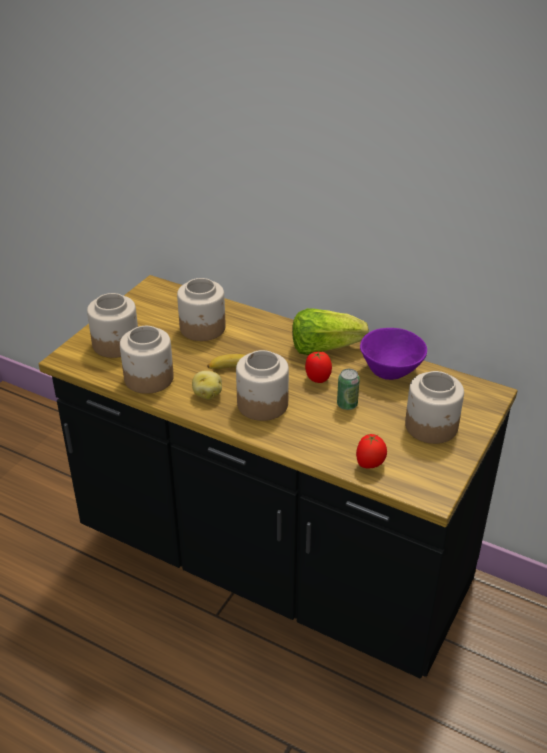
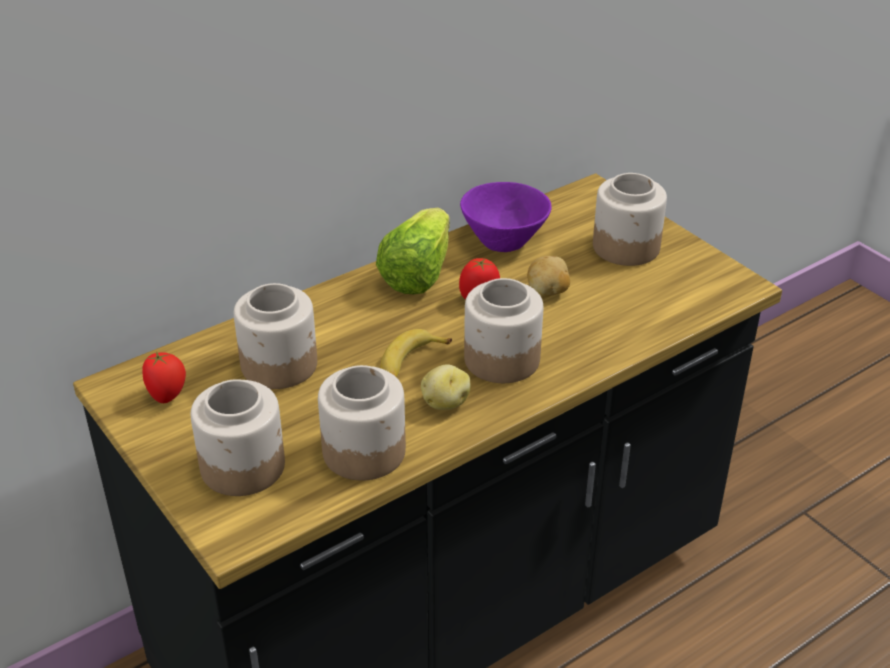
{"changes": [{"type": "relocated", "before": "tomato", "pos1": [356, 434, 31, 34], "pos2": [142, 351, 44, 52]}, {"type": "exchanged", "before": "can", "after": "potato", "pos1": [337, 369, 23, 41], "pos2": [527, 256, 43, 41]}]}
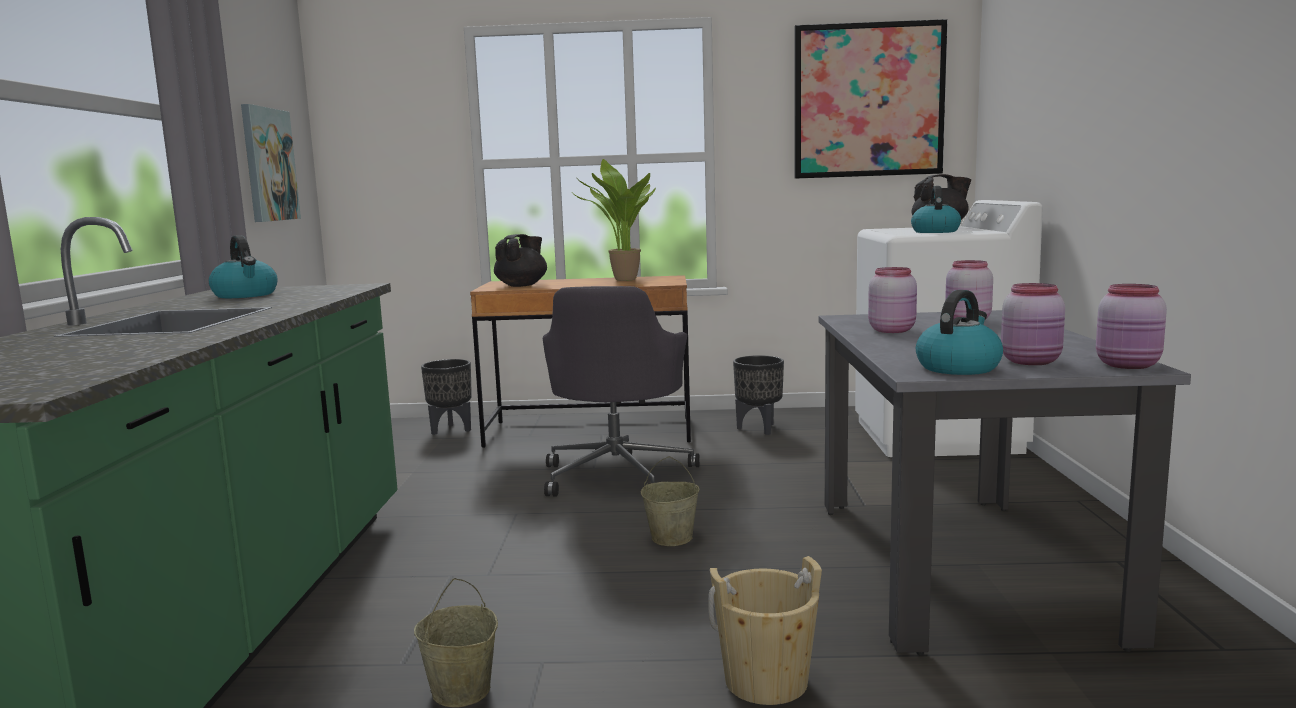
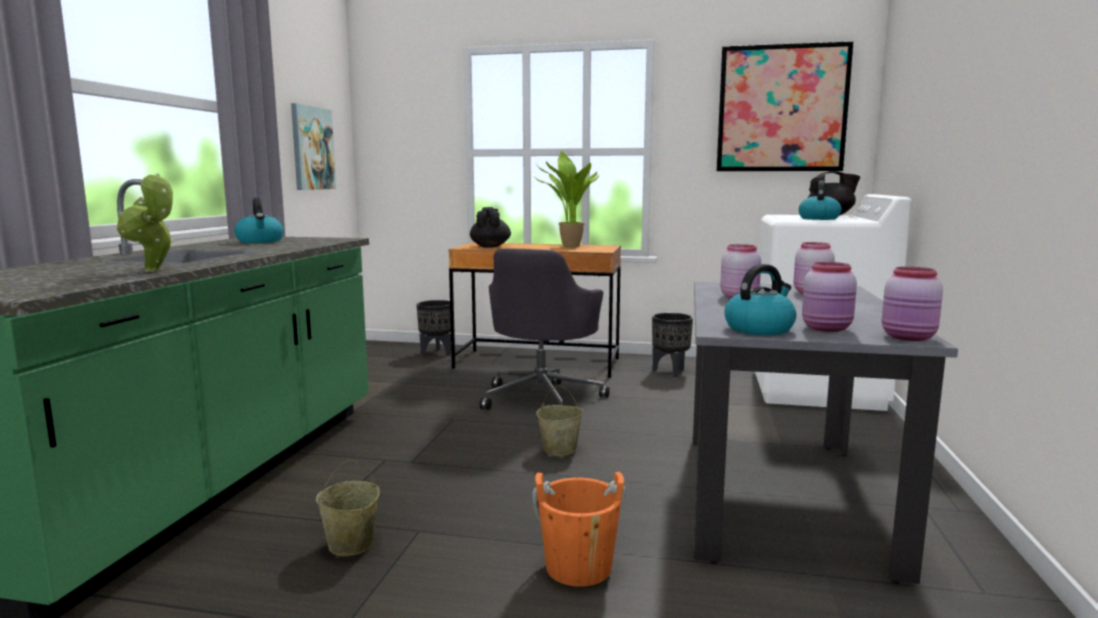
{"changes": [{"type": "appeared", "after": "potted plant", "pos2": [117, 173, 57, 99]}, {"type": "spun", "before": "teapot (black)", "pos1": [494, 234, 53, 53], "pos2": [470, 207, 41, 41], "turn": -45}, {"type": "colour", "before": "bucket (beige)", "after": "bucket (orange)", "pos1": [708, 556, 114, 149], "pos2": [533, 472, 93, 115]}]}
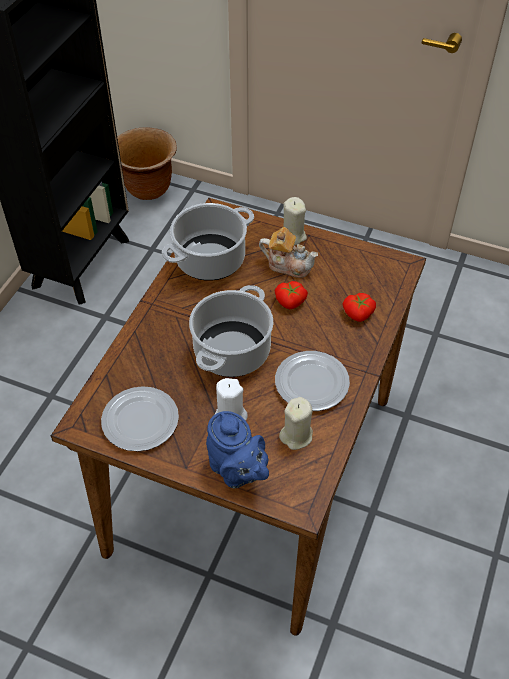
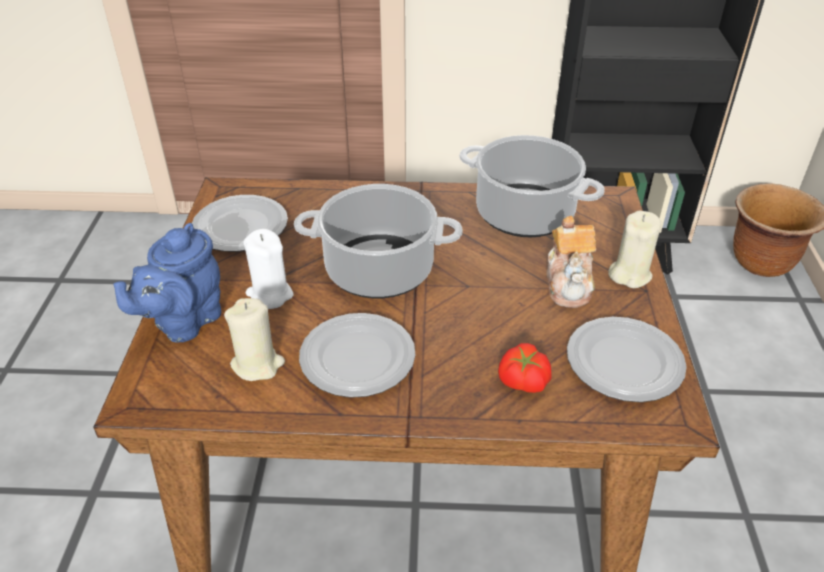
{"changes": [{"type": "appeared", "after": "plate", "pos2": [567, 317, 120, 85]}, {"type": "missing", "before": "tomato", "pos1": [275, 281, 33, 28]}]}
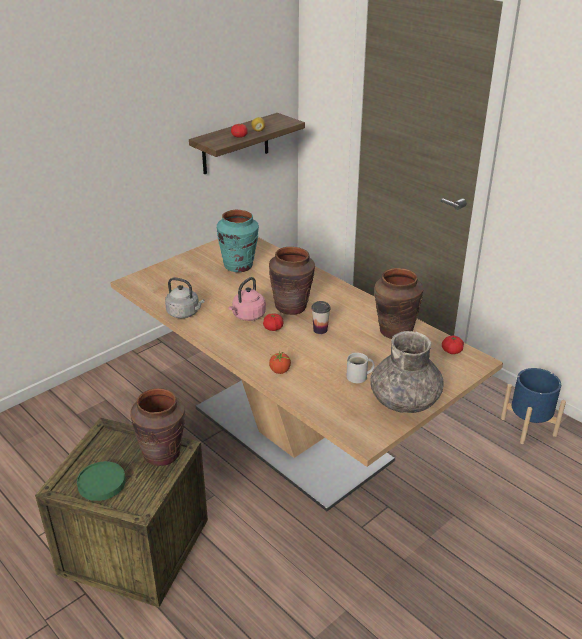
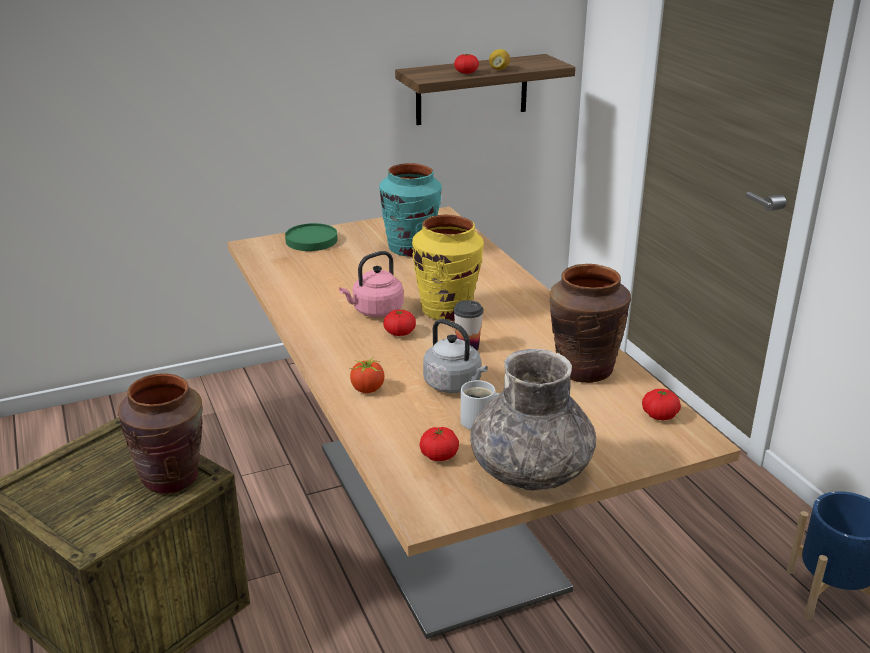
{"changes": [{"type": "relocated", "before": "plate (green)", "pos1": [77, 461, 49, 40], "pos2": [285, 223, 53, 28]}, {"type": "colour", "before": "vase (brown)", "after": "vase (yellow)", "pos1": [269, 247, 46, 68], "pos2": [412, 215, 72, 106]}, {"type": "appeared", "after": "tomato", "pos2": [420, 427, 39, 34]}, {"type": "relocated", "before": "kettle (grey)", "pos1": [165, 277, 39, 41], "pos2": [423, 319, 65, 74]}]}
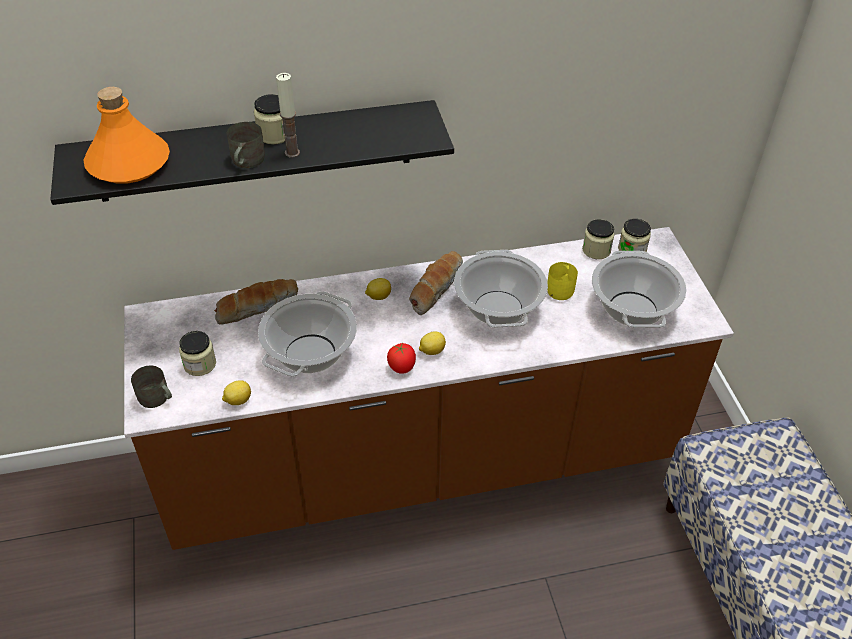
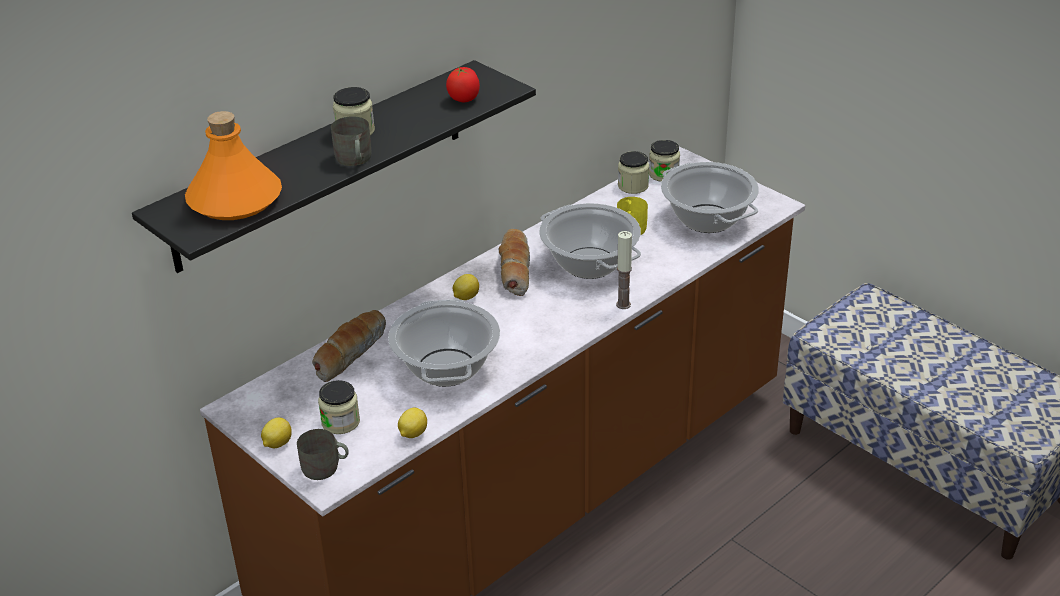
{"changes": [{"type": "relocated", "before": "lemon", "pos1": [419, 331, 27, 24], "pos2": [261, 417, 31, 31]}, {"type": "relocated", "before": "tomato", "pos1": [387, 343, 29, 31], "pos2": [446, 67, 34, 35]}, {"type": "relocated", "before": "candle", "pos1": [276, 73, 24, 85], "pos2": [616, 231, 16, 78]}]}
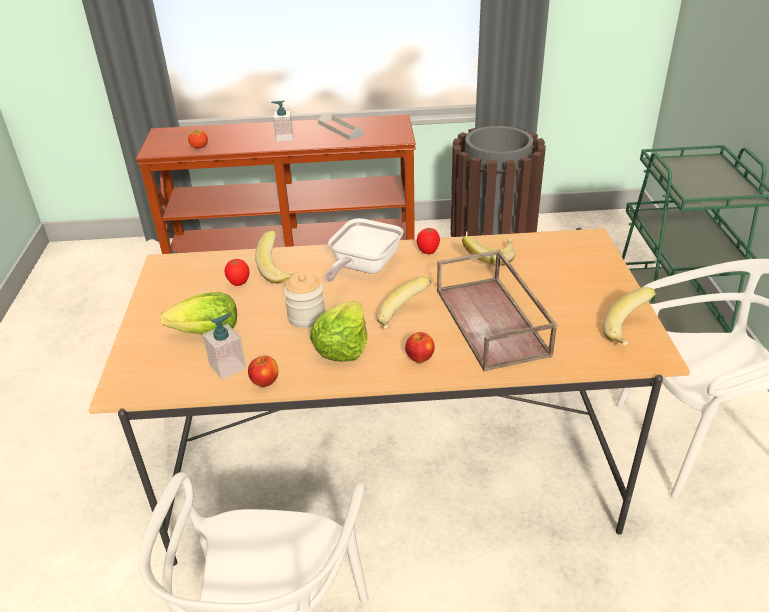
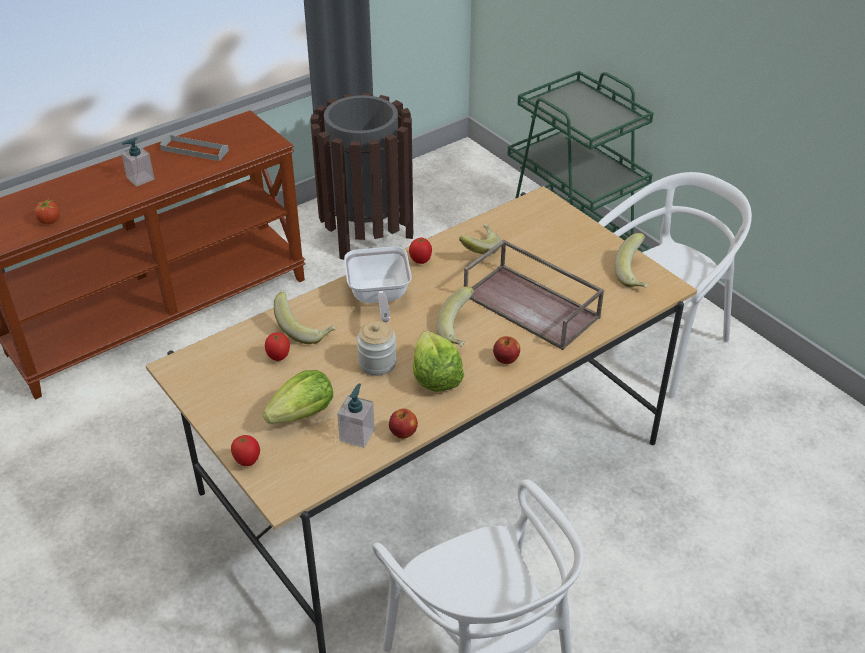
{"changes": [{"type": "appeared", "after": "tomato", "pos2": [231, 435, 29, 31]}]}
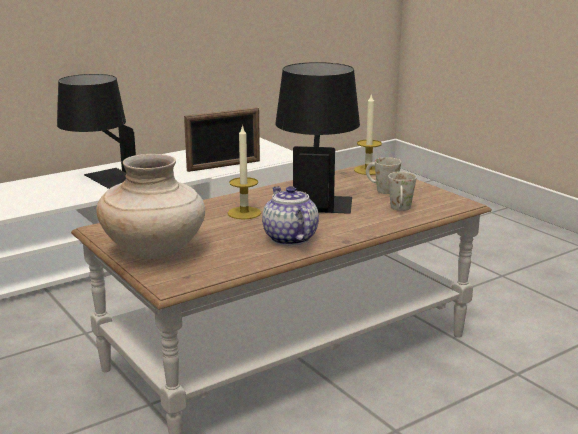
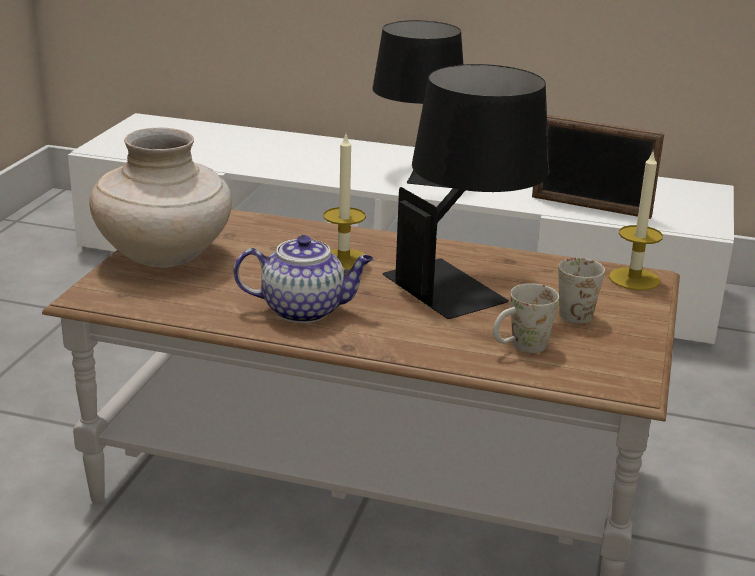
{"changes": [{"type": "spun", "before": "teapot", "pos1": [262, 186, 57, 59], "pos2": [233, 235, 141, 88], "turn": 60}]}
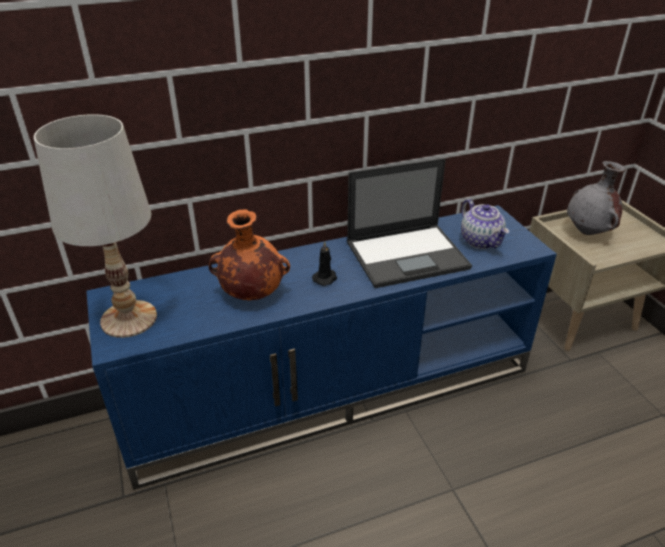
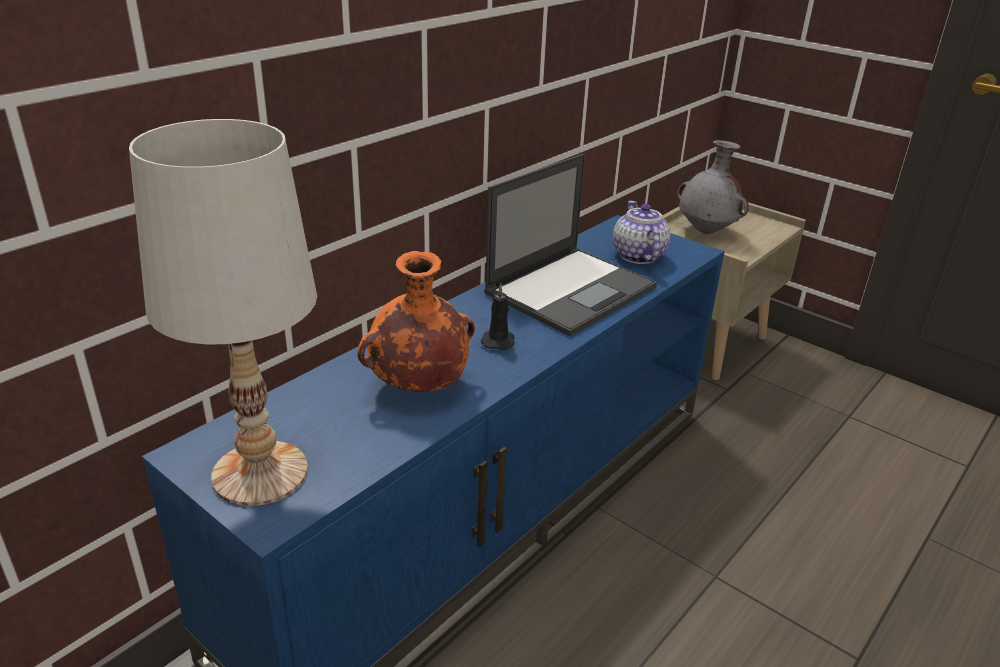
{"changes": [{"type": "spun", "before": "teapot", "pos1": [461, 199, 48, 50], "pos2": [613, 201, 58, 63], "turn": -135}]}
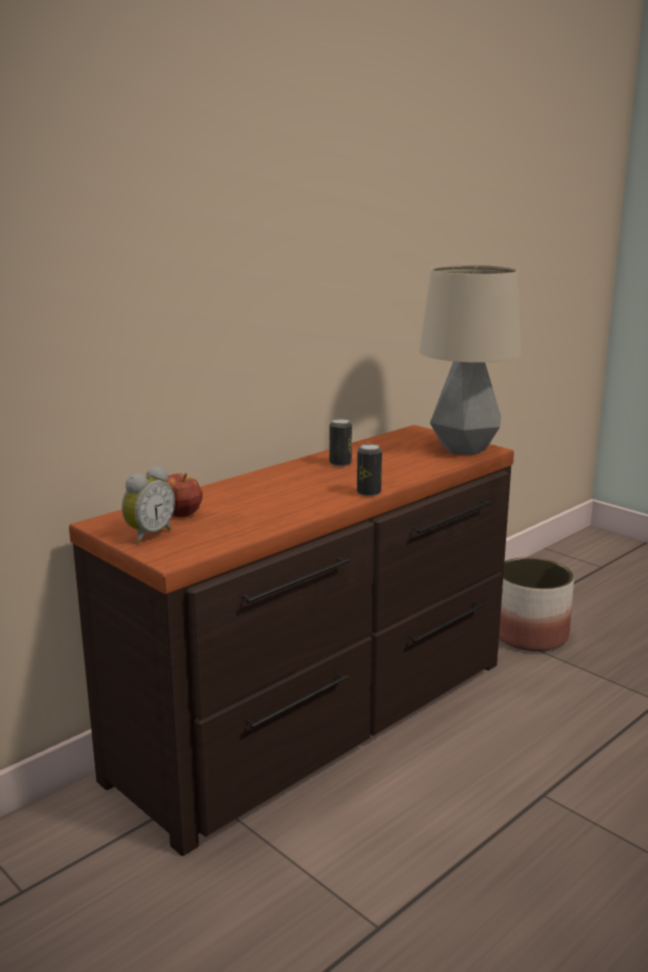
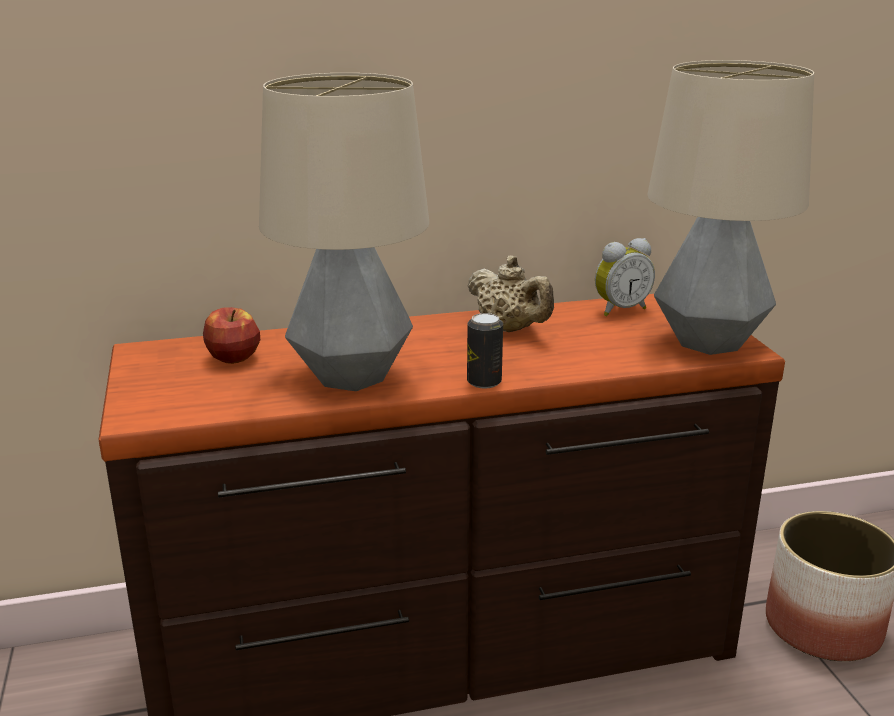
{"changes": [{"type": "appeared", "after": "table lamp", "pos2": [259, 73, 170, 318]}, {"type": "exchanged", "before": "can", "after": "teapot (beige)", "pos1": [329, 419, 23, 47], "pos2": [468, 255, 86, 77]}, {"type": "relocated", "before": "alarm clock", "pos1": [122, 466, 53, 77], "pos2": [595, 238, 60, 78]}]}
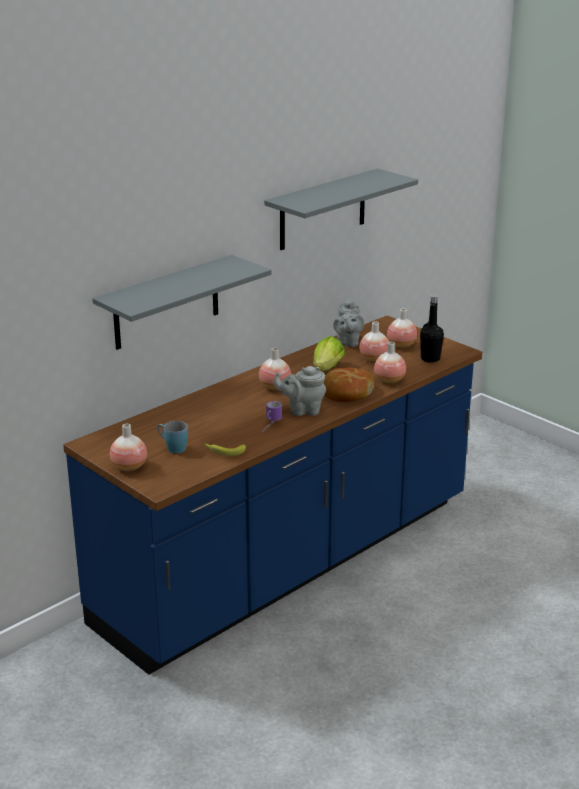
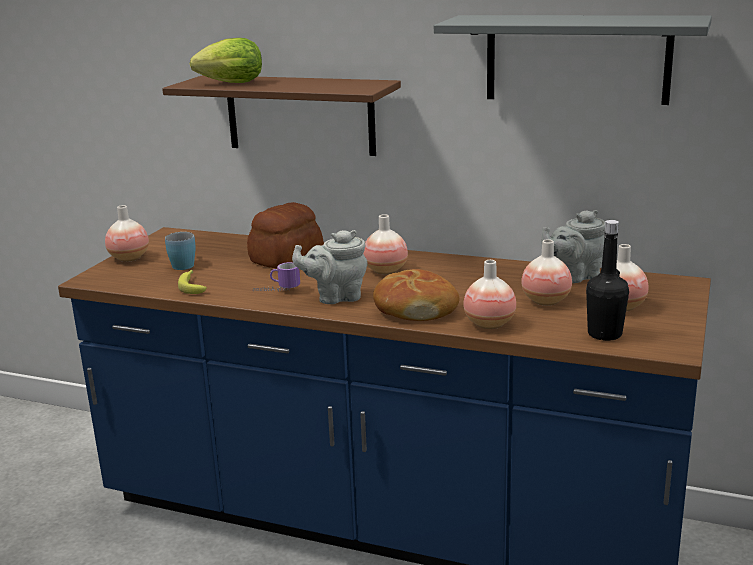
{"changes": [{"type": "colour", "before": "shelf (grey)", "after": "shelf (brown)", "pos1": [92, 255, 180, 95], "pos2": [162, 75, 239, 81]}, {"type": "relocated", "before": "lettuce", "pos1": [313, 336, 32, 35], "pos2": [190, 38, 72, 45]}, {"type": "appeared", "after": "bread", "pos2": [247, 202, 76, 66]}, {"type": "spun", "before": "teapot (grey)", "pos1": [273, 366, 53, 50], "pos2": [292, 230, 76, 74], "turn": -75}]}
